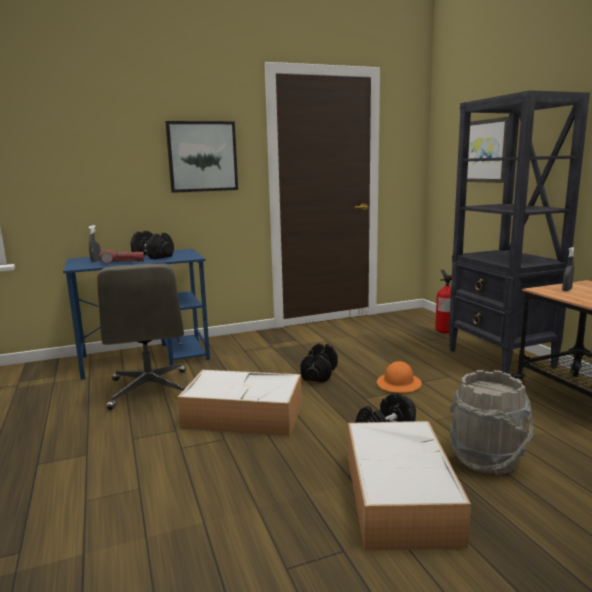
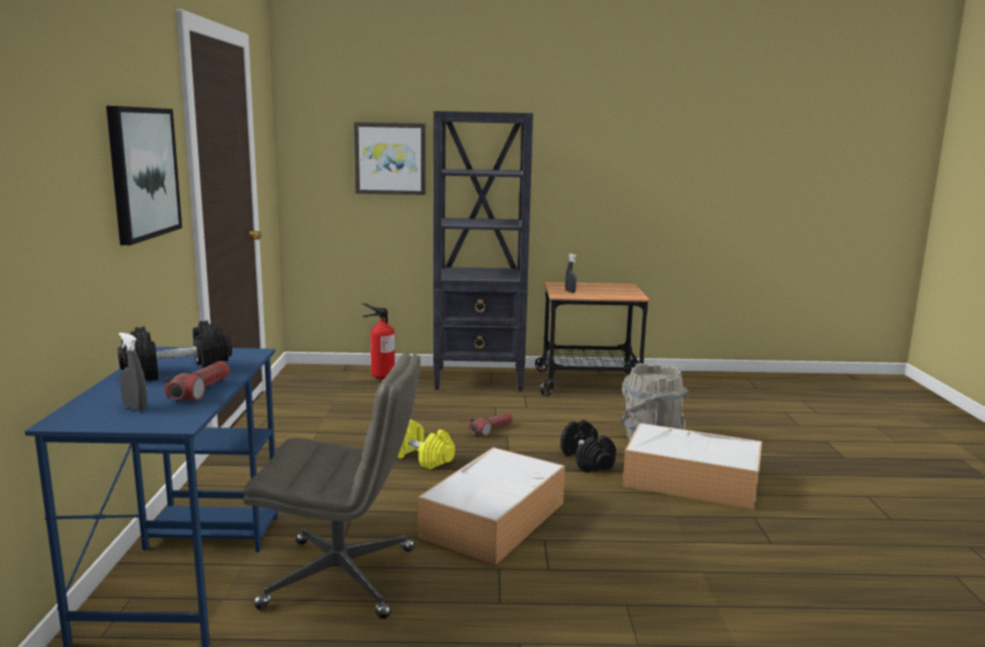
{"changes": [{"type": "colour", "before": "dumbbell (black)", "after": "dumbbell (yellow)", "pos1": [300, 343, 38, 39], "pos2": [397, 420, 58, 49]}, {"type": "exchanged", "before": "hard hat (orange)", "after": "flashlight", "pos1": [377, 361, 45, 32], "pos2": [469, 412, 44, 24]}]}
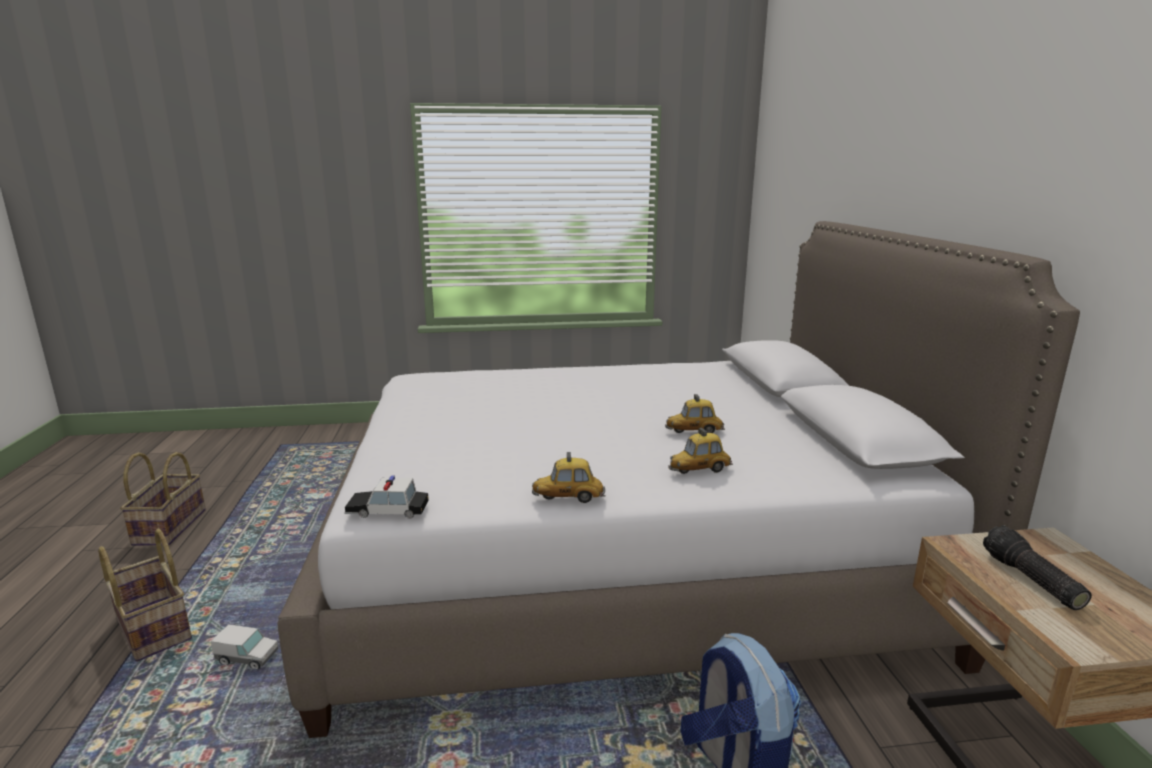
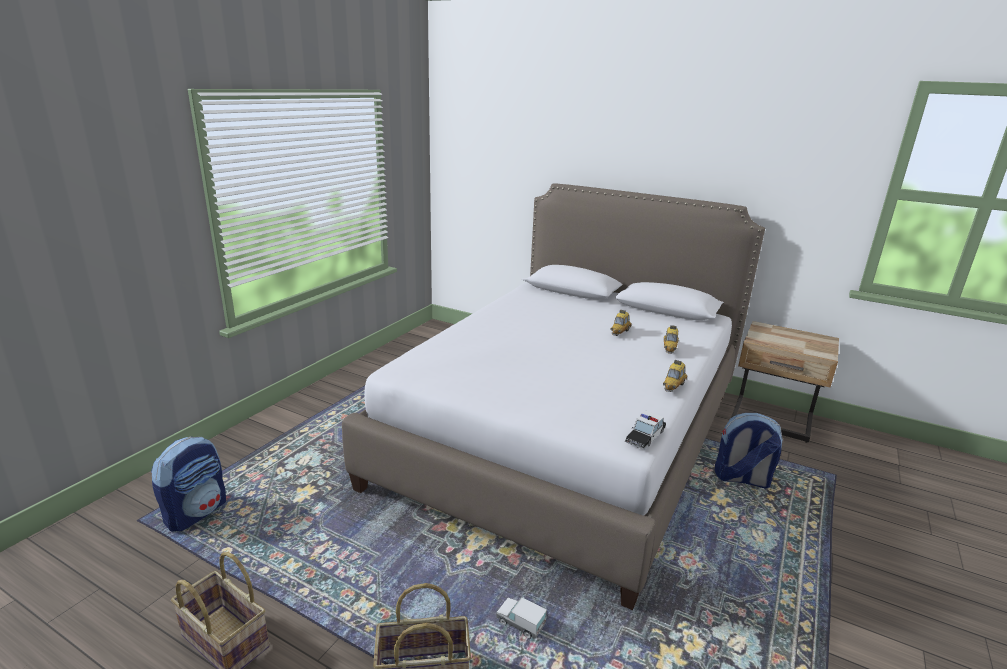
{"changes": [{"type": "appeared", "after": "backpack", "pos2": [151, 437, 75, 95]}, {"type": "spun", "before": "toy truck", "pos1": [211, 624, 67, 45], "pos2": [497, 598, 50, 41], "turn": -105}, {"type": "missing", "before": "flashlight", "pos1": [983, 525, 109, 85]}]}
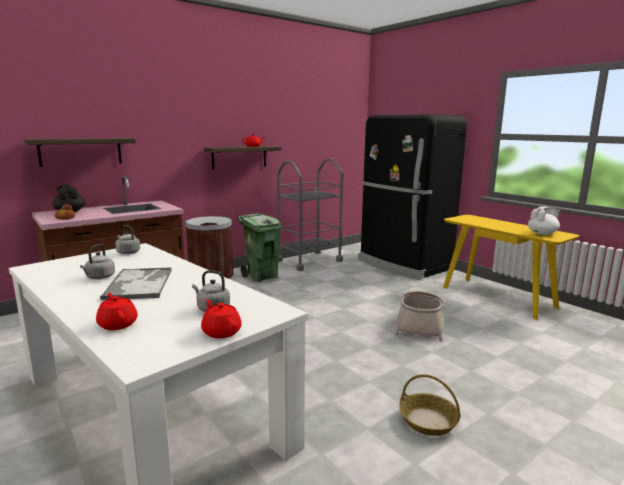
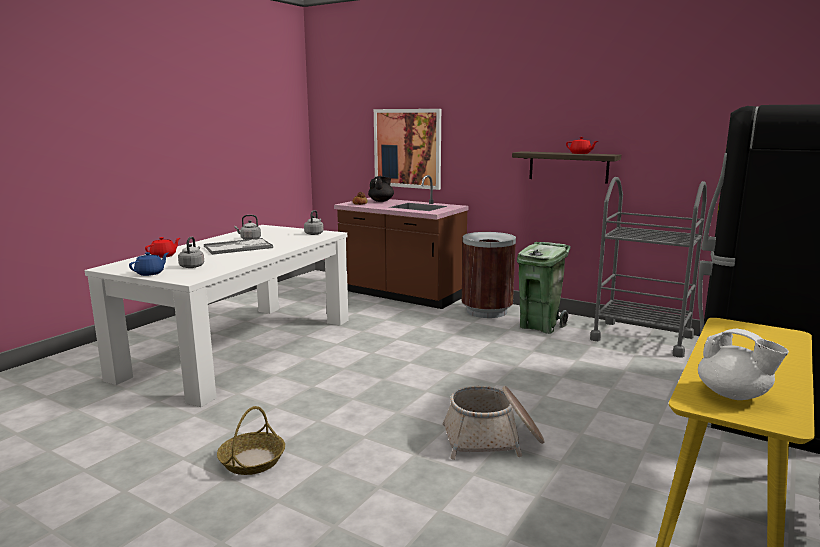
{"changes": [{"type": "colour", "before": "teapot (red)", "after": "teapot (blue)", "pos1": [201, 299, 41, 39], "pos2": [129, 252, 39, 24]}, {"type": "exchanged", "before": "shelf", "after": "picture", "pos1": [24, 138, 112, 29], "pos2": [374, 109, 67, 81]}]}
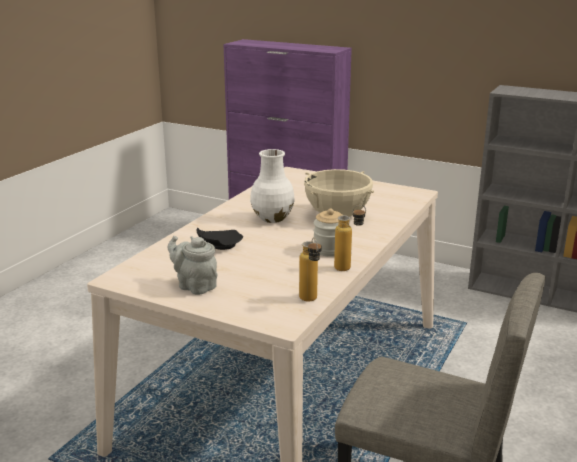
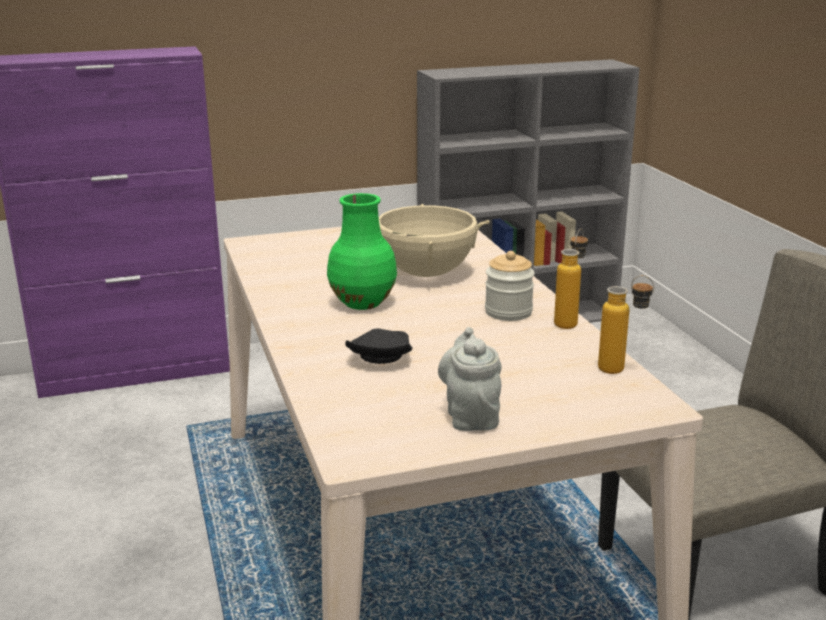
{"changes": [{"type": "colour", "before": "vase (white)", "after": "vase (green)", "pos1": [250, 149, 45, 74], "pos2": [327, 193, 70, 117]}, {"type": "spun", "before": "teapot (grey)", "pos1": [168, 236, 49, 59], "pos2": [438, 327, 63, 104], "turn": 90}]}
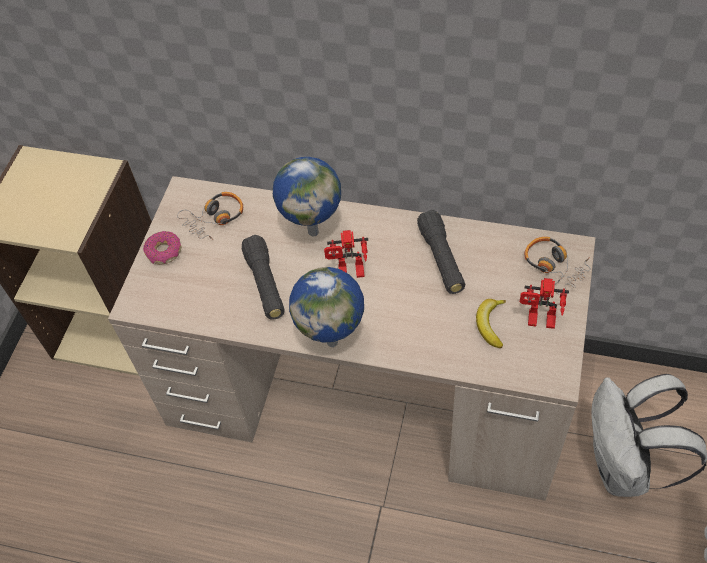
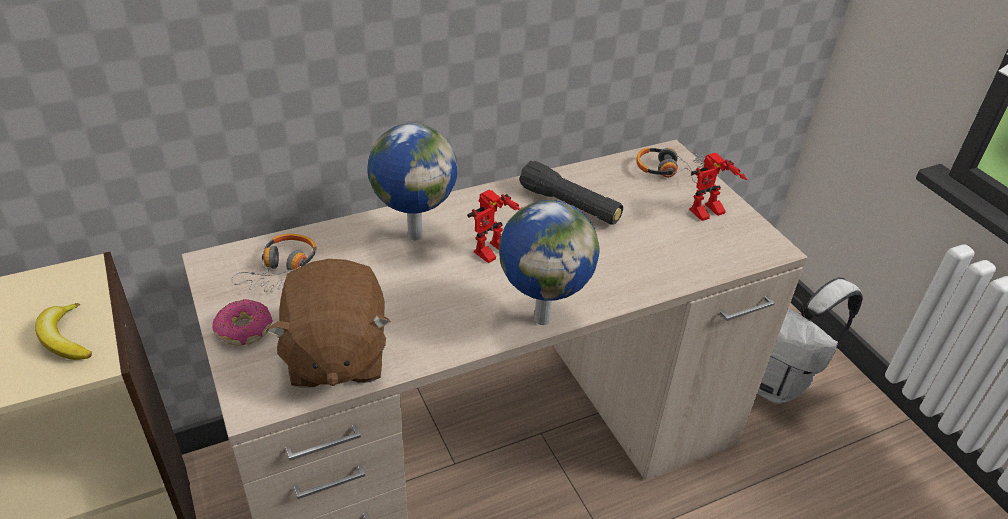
{"changes": [{"type": "relocated", "before": "banana", "pos1": [476, 299, 30, 49], "pos2": [35, 303, 57, 57]}, {"type": "appeared", "after": "plush toy (brown)", "pos2": [267, 259, 124, 129]}, {"type": "missing", "before": "flashlight (black)", "pos1": [242, 235, 43, 85]}]}
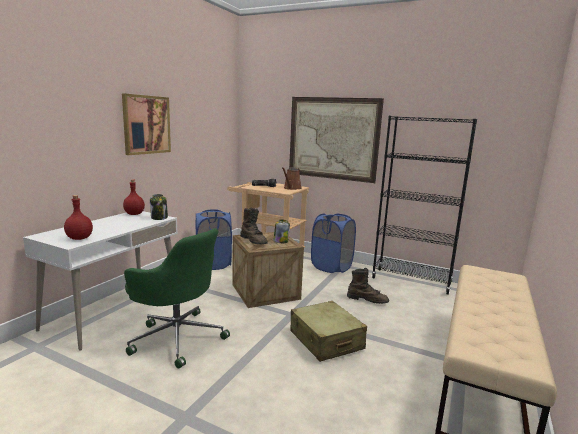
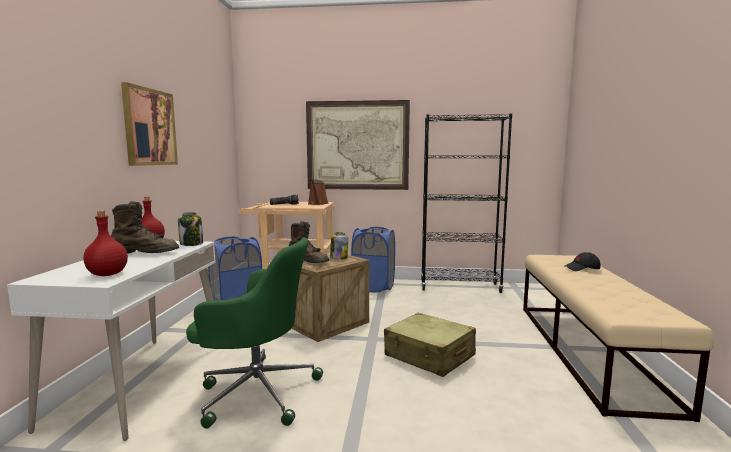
{"changes": [{"type": "relocated", "before": "boot (brown)", "pos1": [347, 268, 42, 36], "pos2": [111, 201, 68, 53]}, {"type": "appeared", "after": "cap (black)", "pos2": [565, 252, 36, 19]}]}
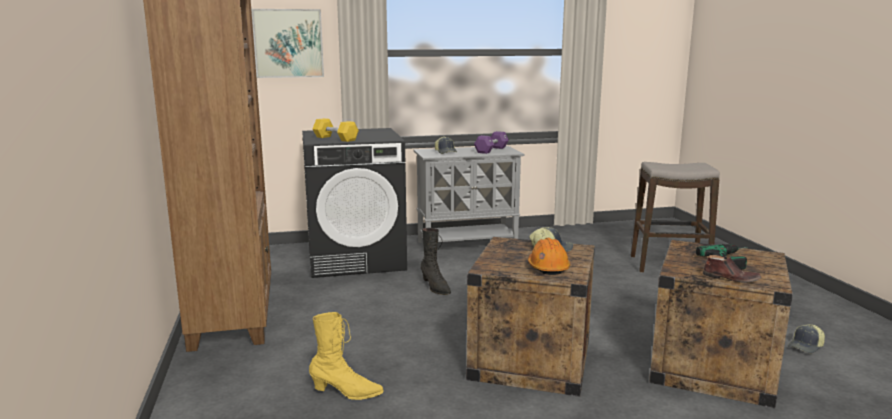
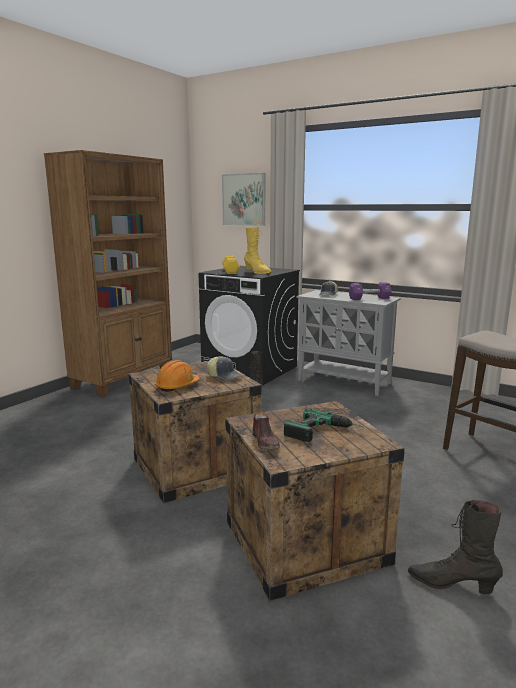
{"changes": [{"type": "relocated", "before": "boot (yellow)", "pos1": [309, 312, 75, 88], "pos2": [244, 227, 27, 47]}, {"type": "exchanged", "before": "cap", "after": "boot (black)", "pos1": [788, 324, 37, 30], "pos2": [408, 500, 95, 94]}]}
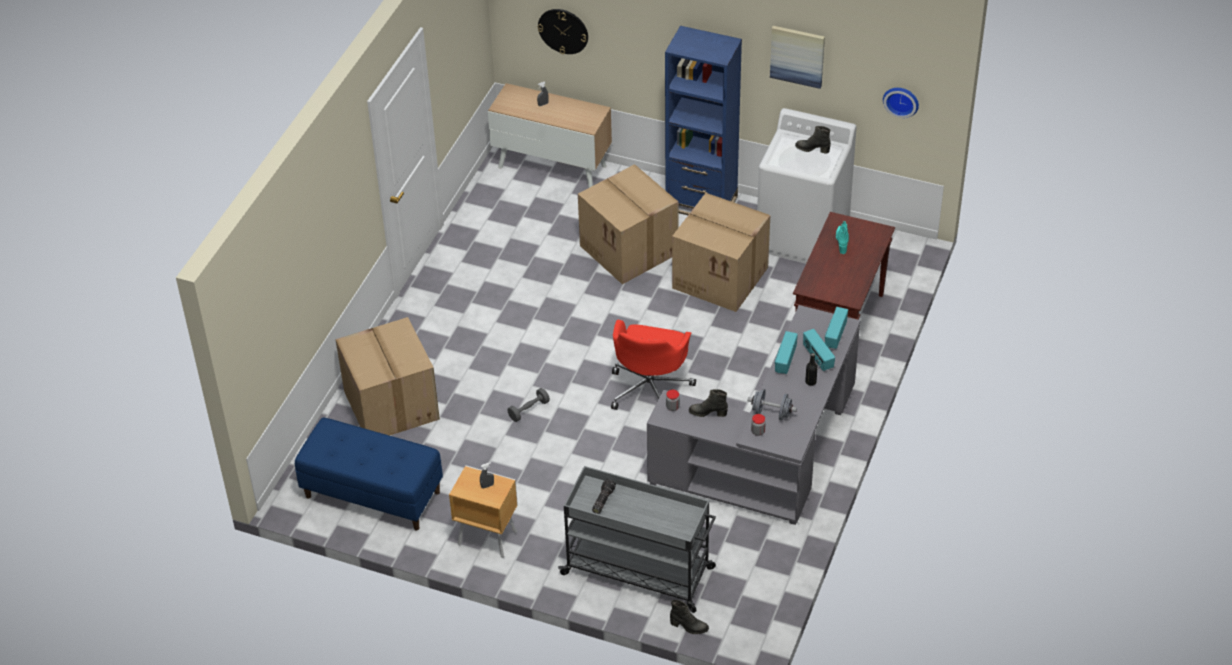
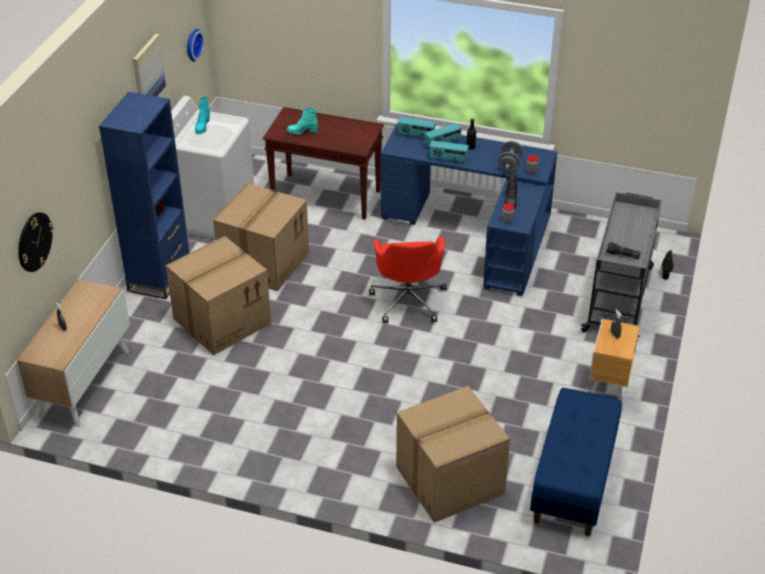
{"changes": [{"type": "colour", "before": "boot (black)", "after": "boot (turquoise)", "pos1": [795, 126, 36, 28], "pos2": [195, 97, 15, 37]}, {"type": "spun", "before": "office chair (red)", "pos1": [611, 320, 85, 90], "pos2": [369, 237, 77, 86], "turn": 75}, {"type": "colour", "before": "desk (grey)", "after": "desk (blue)", "pos1": [647, 305, 213, 220], "pos2": [381, 124, 176, 172]}, {"type": "missing", "before": "dumbbell (grey)", "pos1": [508, 388, 42, 34]}]}
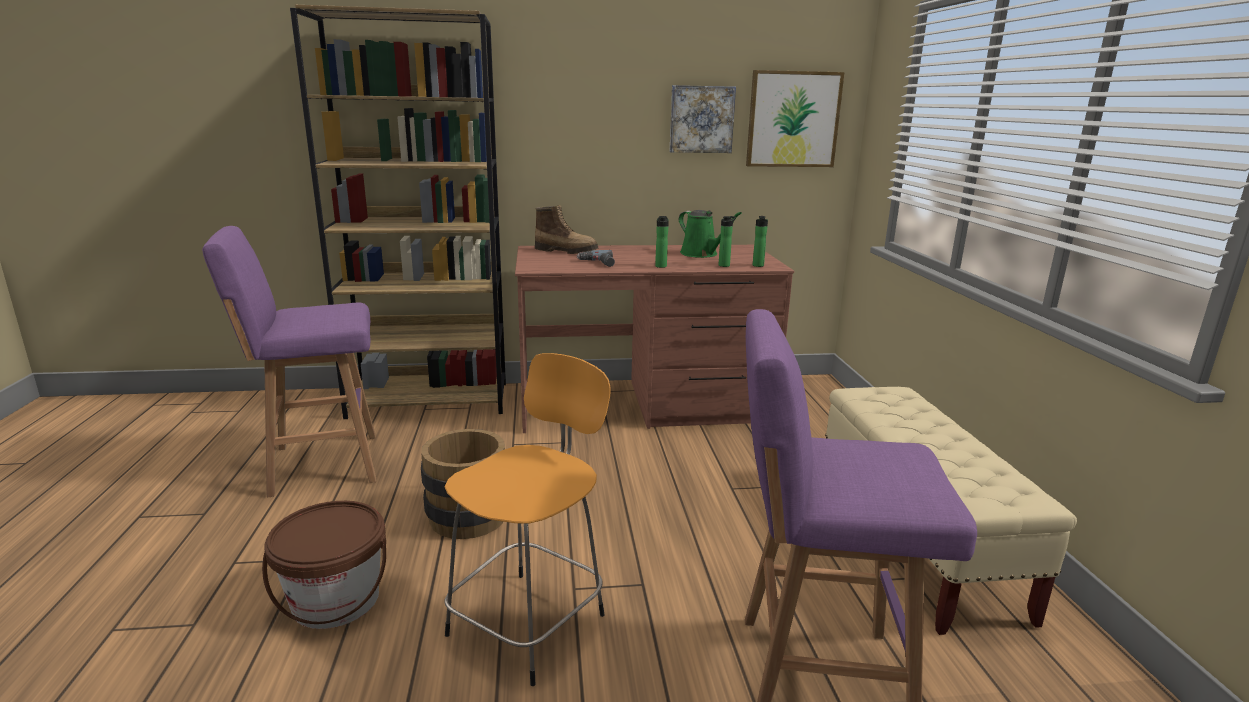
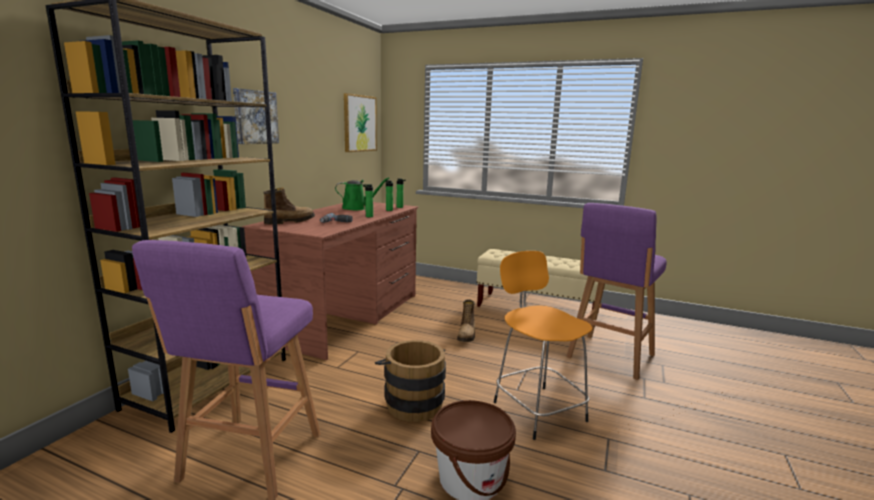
{"changes": [{"type": "relocated", "before": "picture", "pos1": [670, 85, 66, 68], "pos2": [233, 88, 46, 56]}, {"type": "appeared", "after": "boot", "pos2": [457, 300, 18, 42]}]}
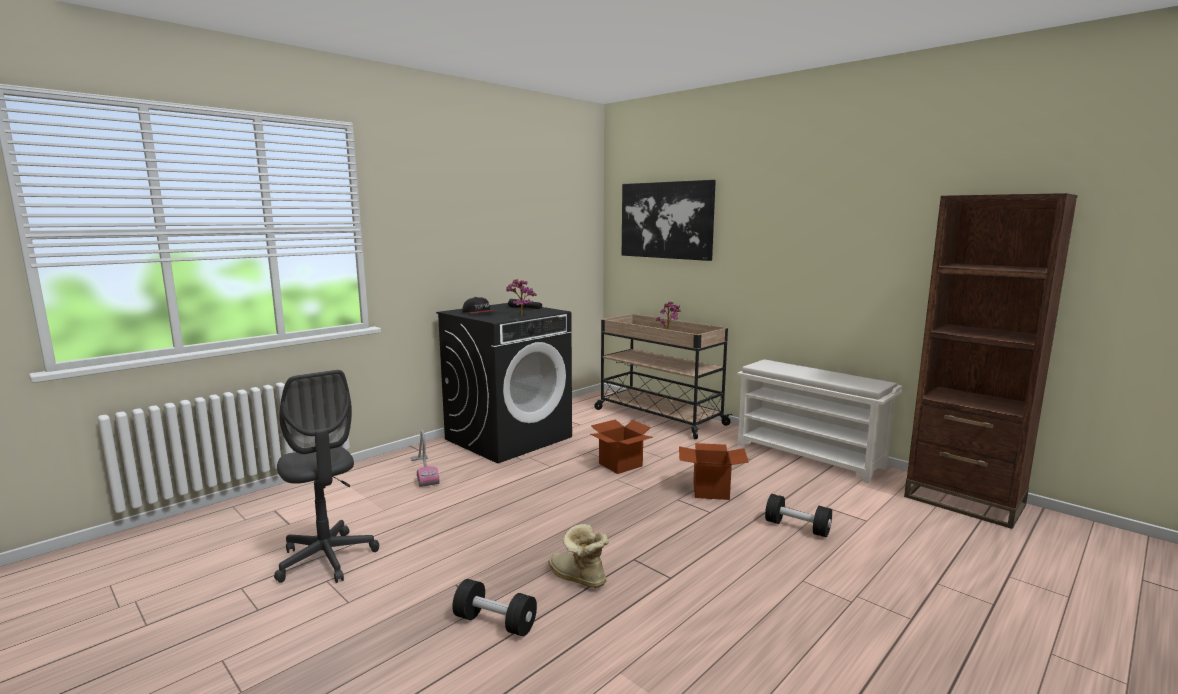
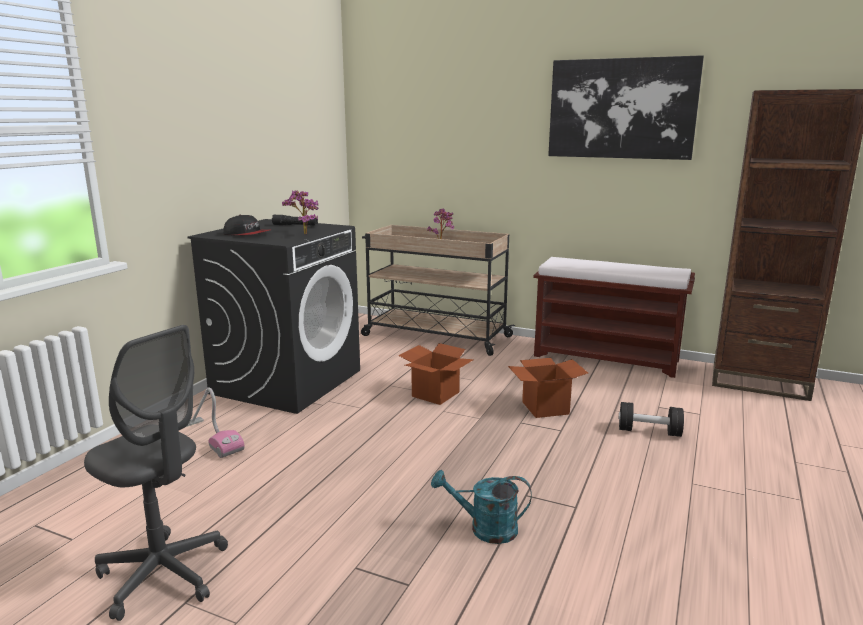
{"changes": [{"type": "exchanged", "before": "boot", "after": "watering can (turquoise)", "pos1": [549, 524, 60, 64], "pos2": [431, 470, 101, 74]}, {"type": "exchanged", "before": "shoe rack (white)", "after": "bench (brown)", "pos1": [737, 359, 165, 124], "pos2": [533, 257, 162, 121]}, {"type": "relocated", "before": "picture", "pos1": [622, 180, 94, 81], "pos2": [548, 55, 156, 105]}, {"type": "missing", "before": "dumbbell (black)", "pos1": [452, 579, 85, 57]}]}
